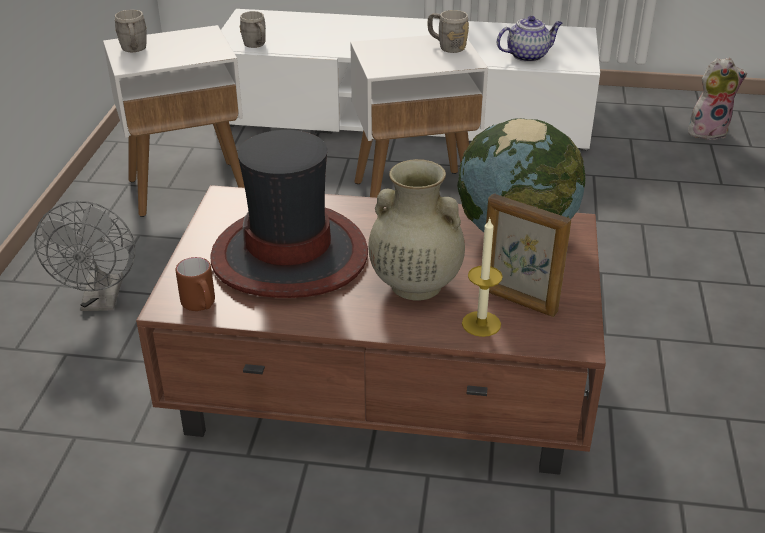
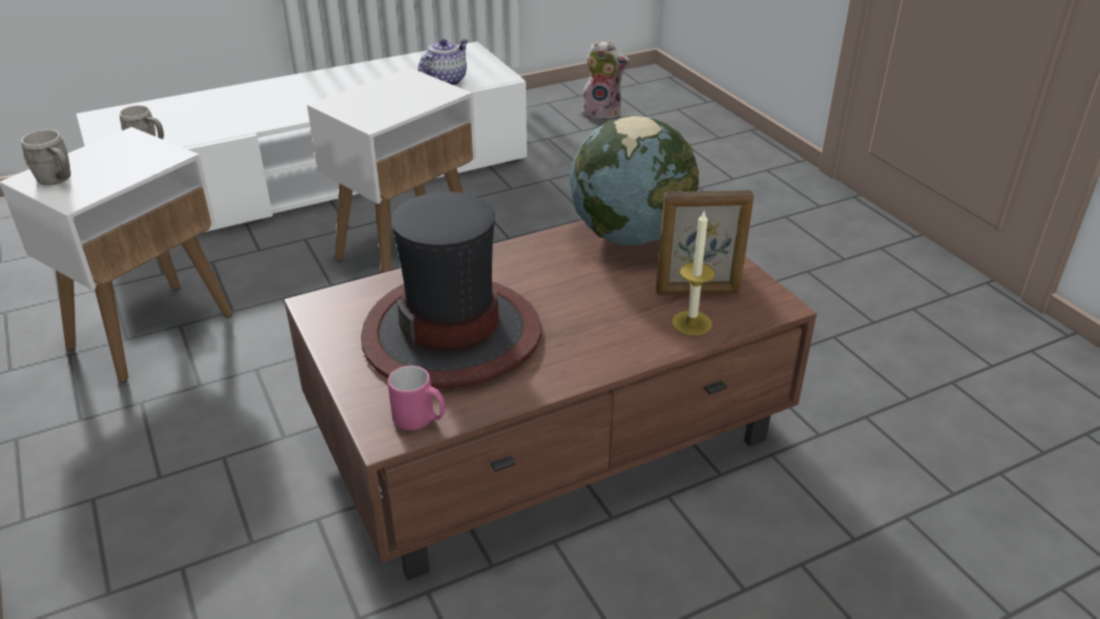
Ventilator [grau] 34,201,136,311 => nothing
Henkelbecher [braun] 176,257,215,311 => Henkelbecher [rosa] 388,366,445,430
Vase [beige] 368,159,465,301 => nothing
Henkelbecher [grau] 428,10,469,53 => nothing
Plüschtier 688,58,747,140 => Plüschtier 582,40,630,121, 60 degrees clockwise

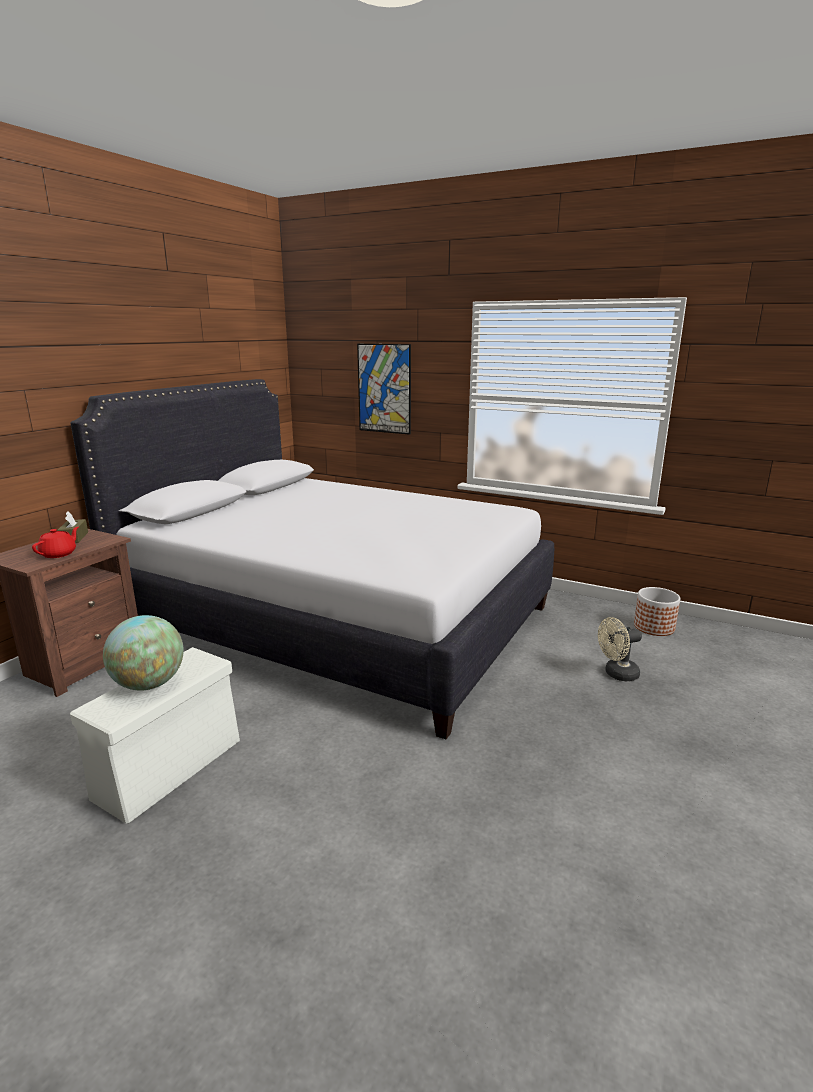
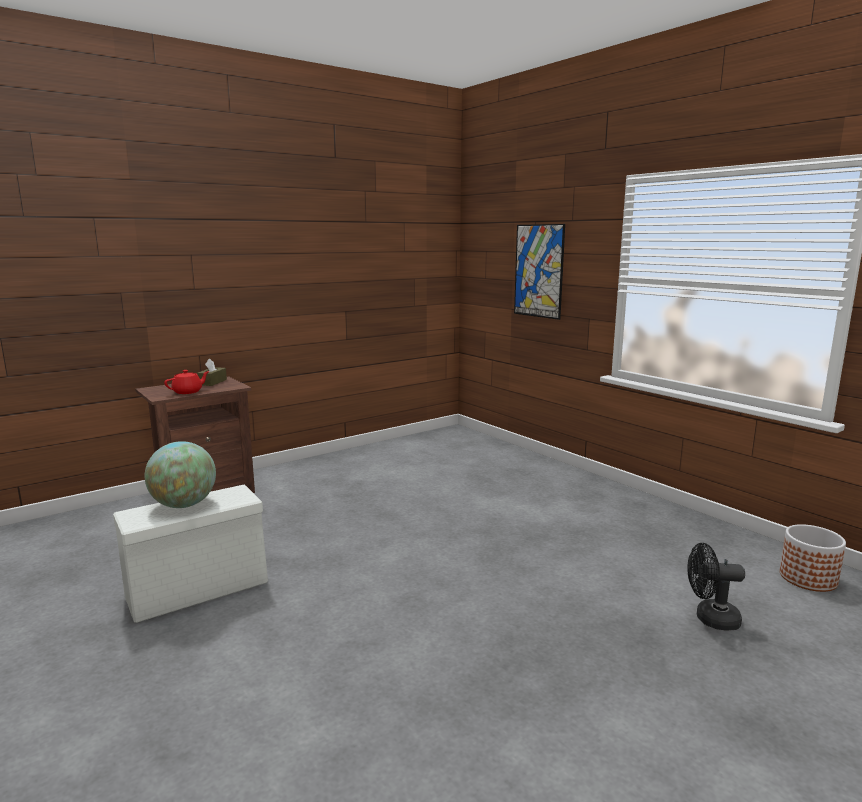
Bett [weiß] 70,379,554,739 => nothing
Ventilator [beige] 598,617,642,681 => Ventilator [schwarz] 687,543,745,631

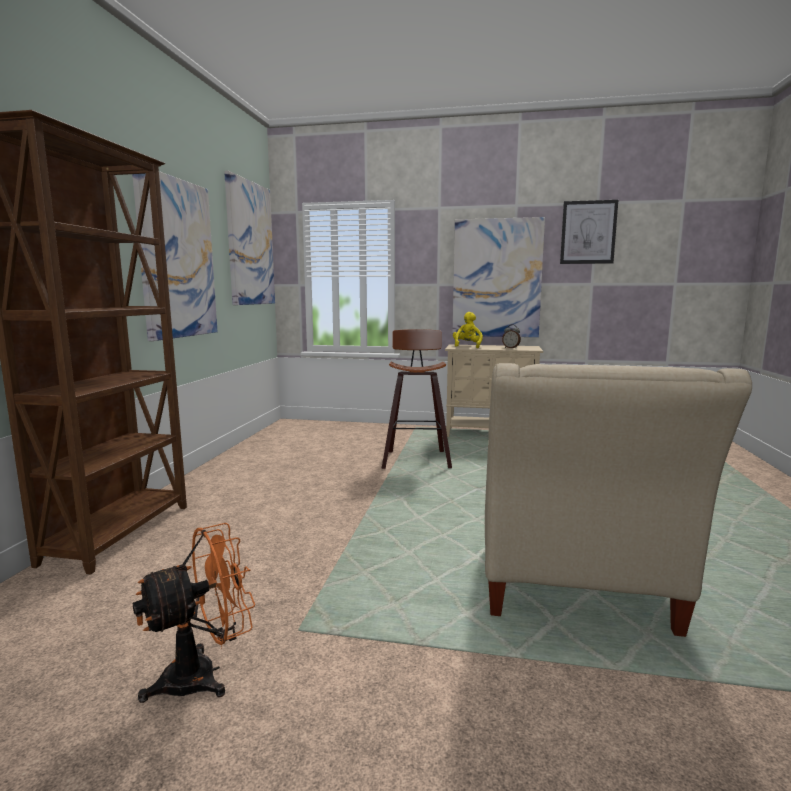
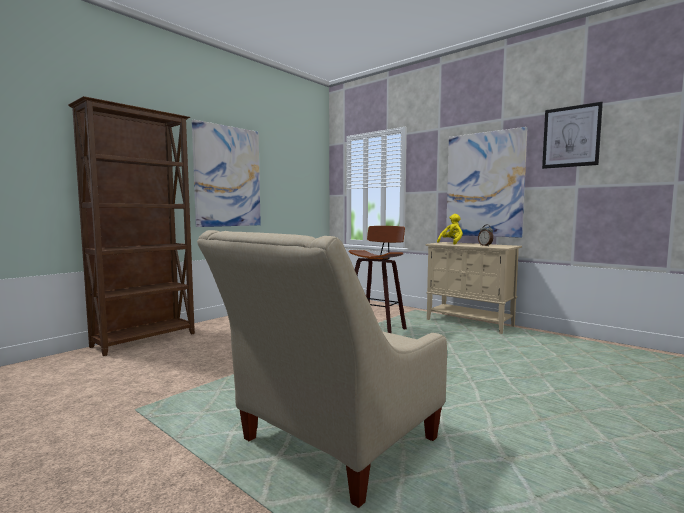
Ventilator [orange] 133,523,255,703 => nothing
Bild 224,171,275,305 => nothing

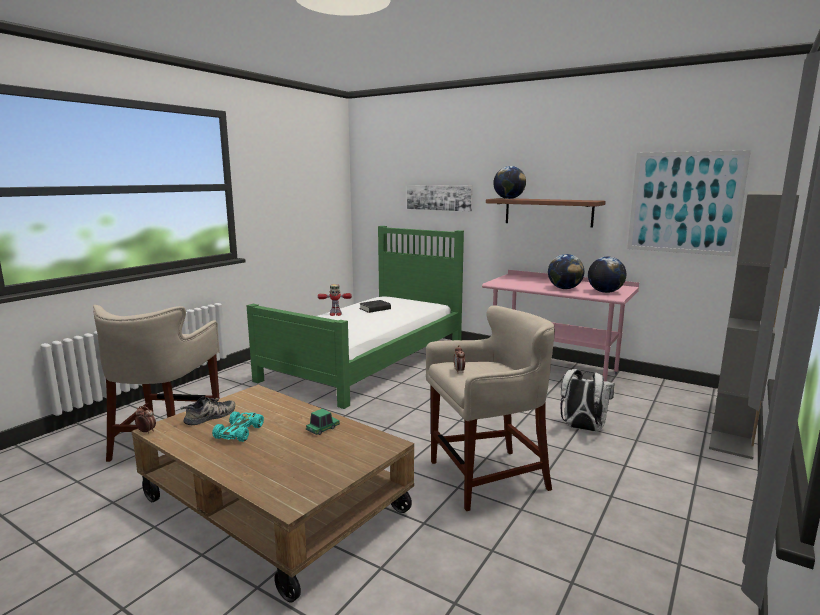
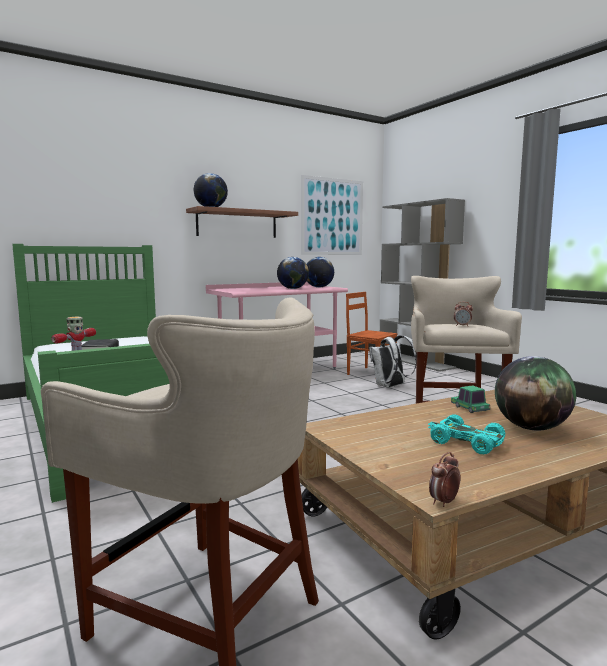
Schuh 180,397,235,425 => nothing
Bild 407,185,472,211 => nothing
nothing => Stuhl [braun] 346,292,398,375
nothing => Globus 495,356,576,431

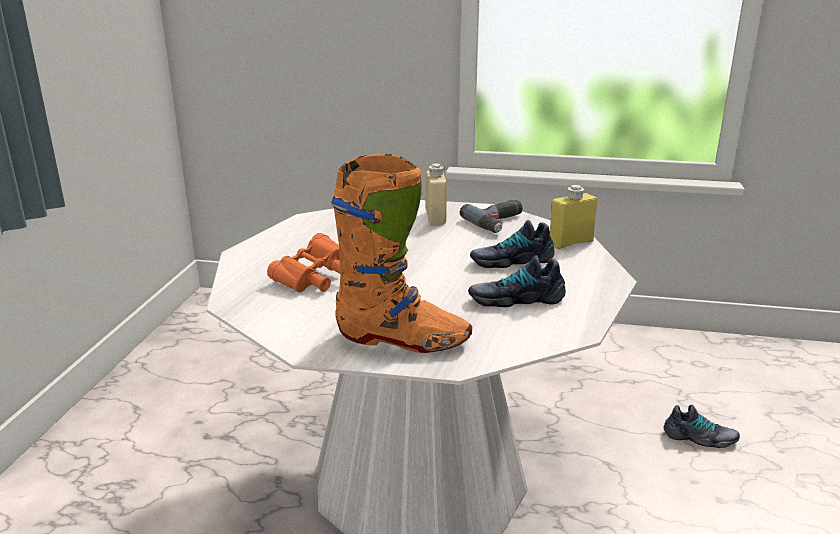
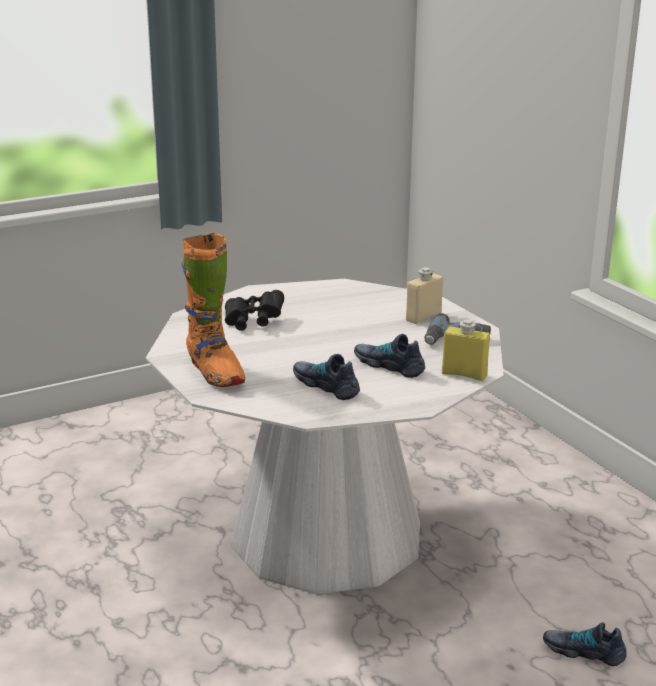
Fernglas [orange] 267,233,341,292 => Fernglas [schwarz] 225,290,284,331
Schuh 663,405,740,448 => Schuh 543,622,627,666, 135 degrees clockwise

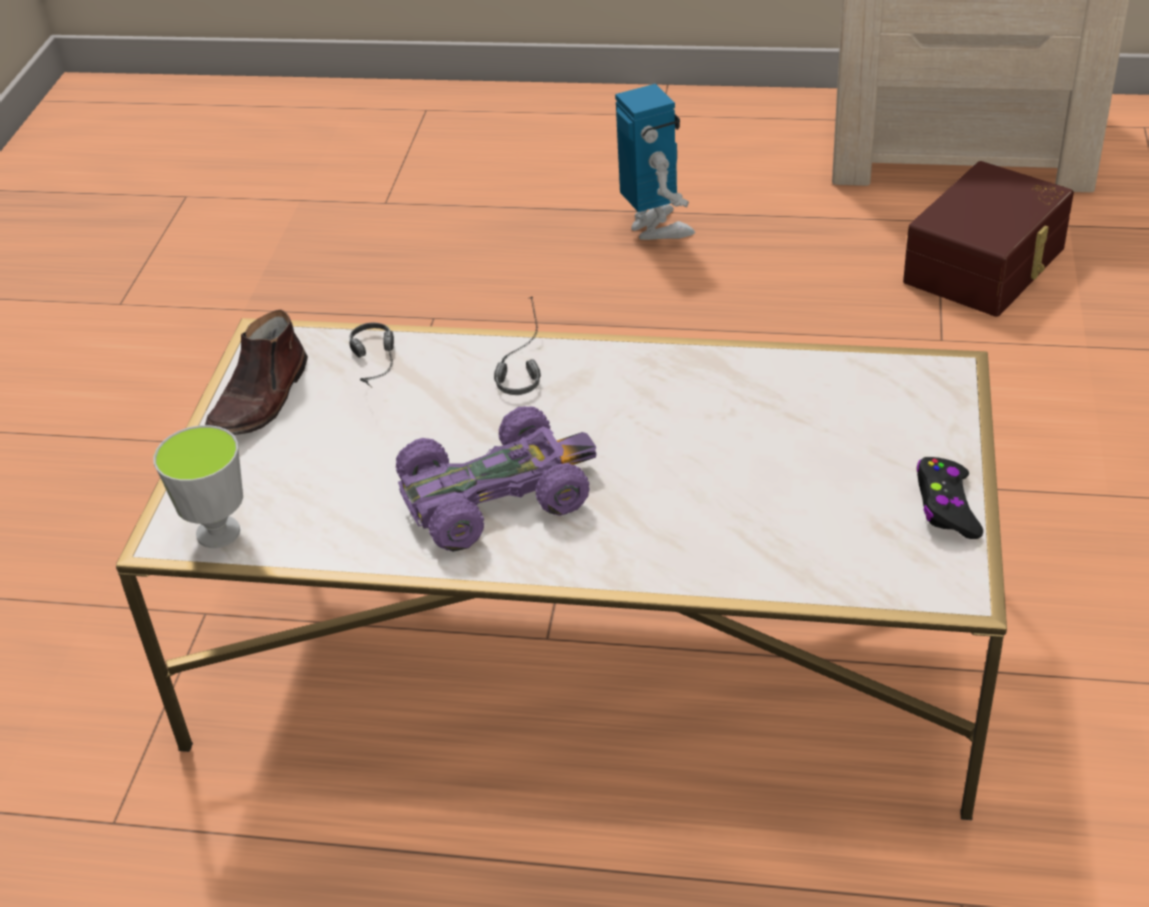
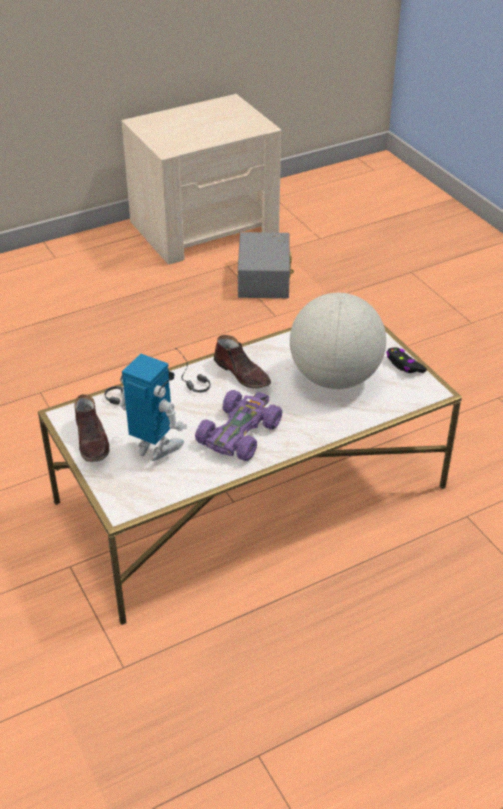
Tasse 153,425,243,548 => nothing
Spielzeugroboter 615,84,695,240 => Spielzeugroboter 119,354,187,461, relocated
Aufbewahrungsbox [braun] 903,161,1074,317 => Aufbewahrungsbox [grau] 238,232,294,298
nothing => Schuh [braun] 214,335,271,389
nothing => Globus 290,293,386,389

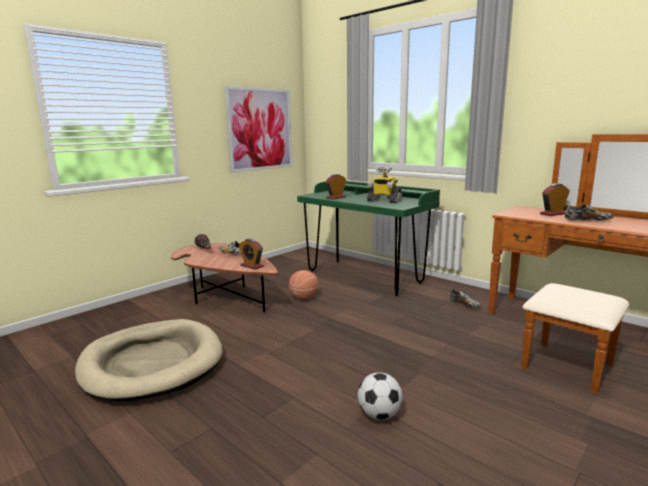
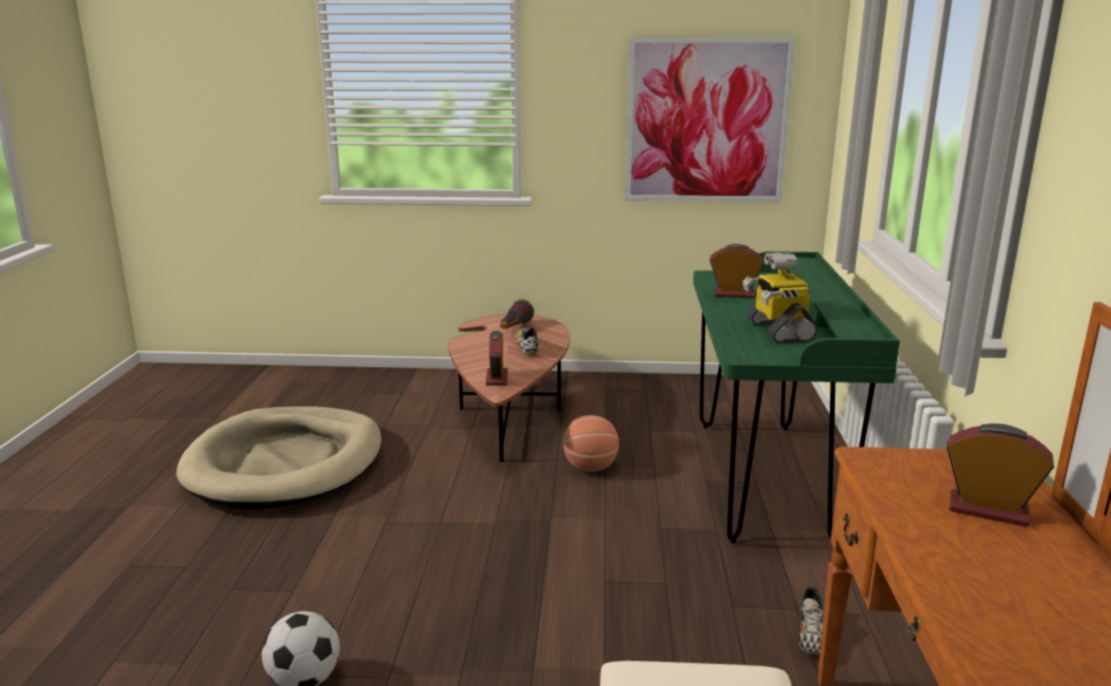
Schuh 565,204,614,221 => nothing

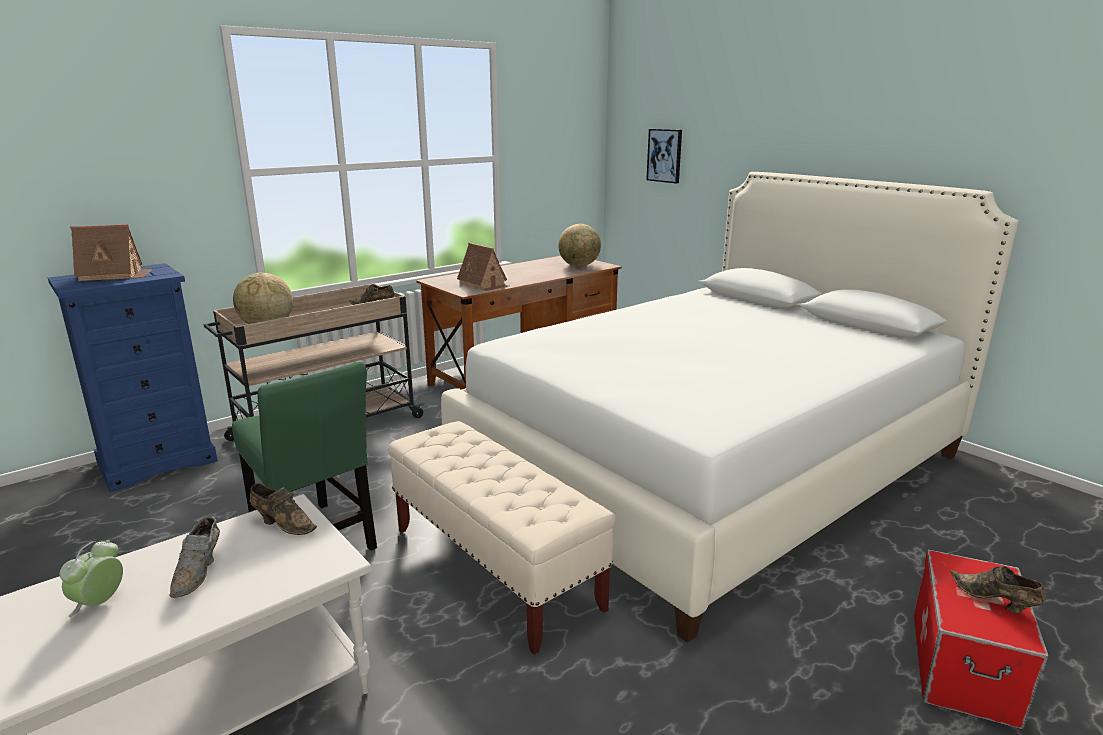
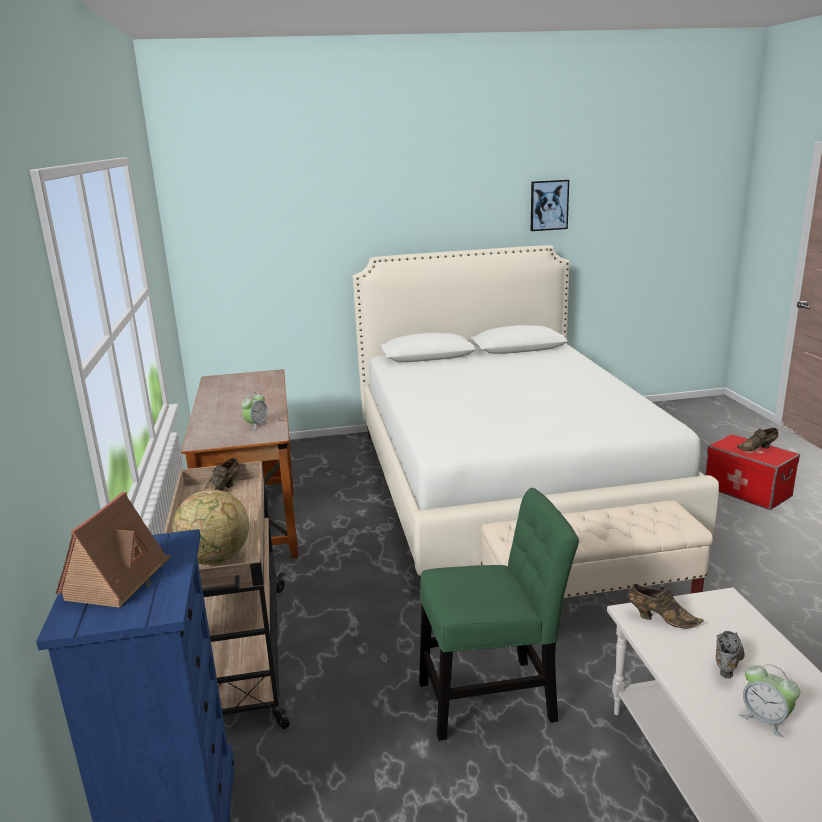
Schuh [grau] 169,516,220,598 => Schuh [grau] 716,631,745,679, 90 degrees counterclockwise
Schuh [braun] 250,483,317,535 => Schuh [braun] 628,584,704,628, 60 degrees clockwise
Spielzeughaus 457,242,510,291 => Wecker 241,392,269,430
Globus 558,224,601,267 => nothing
Bild 646,129,682,184 => Bild 531,180,569,231, relocated

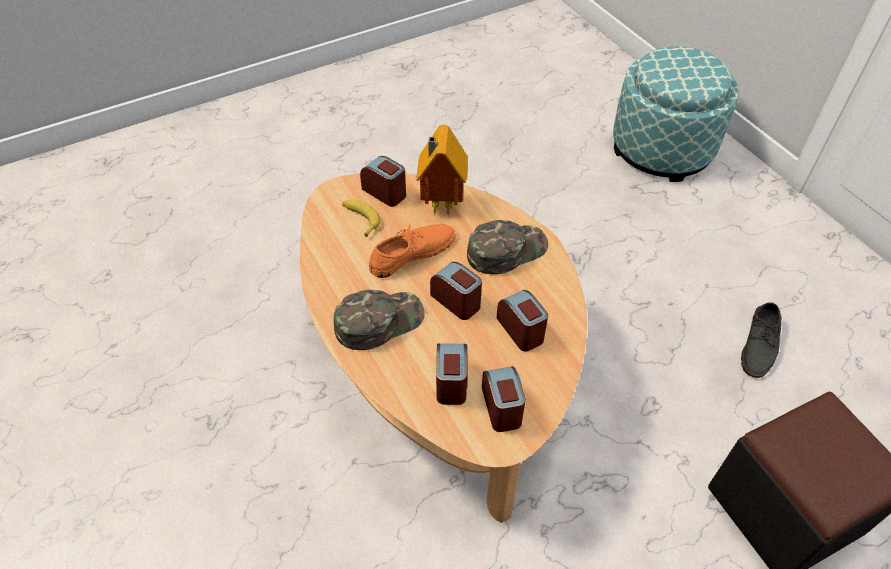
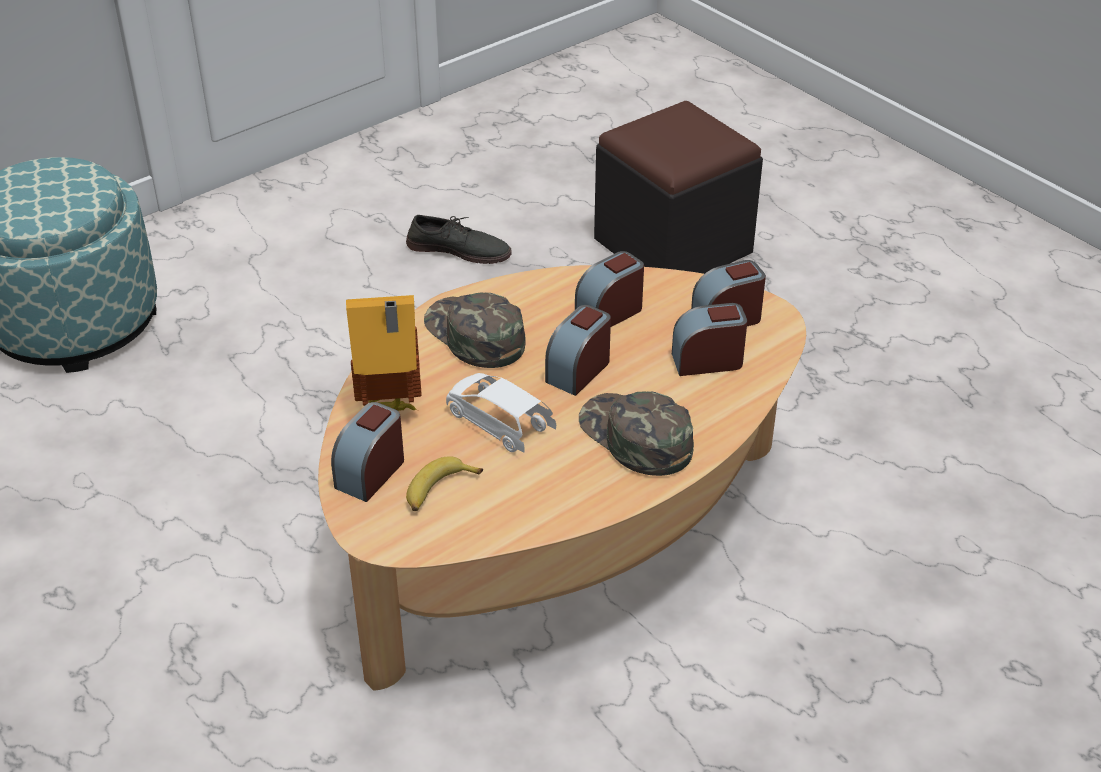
Schuh [orange] 369,224,456,278 => Spielzeugauto [weiß] 446,373,556,453

